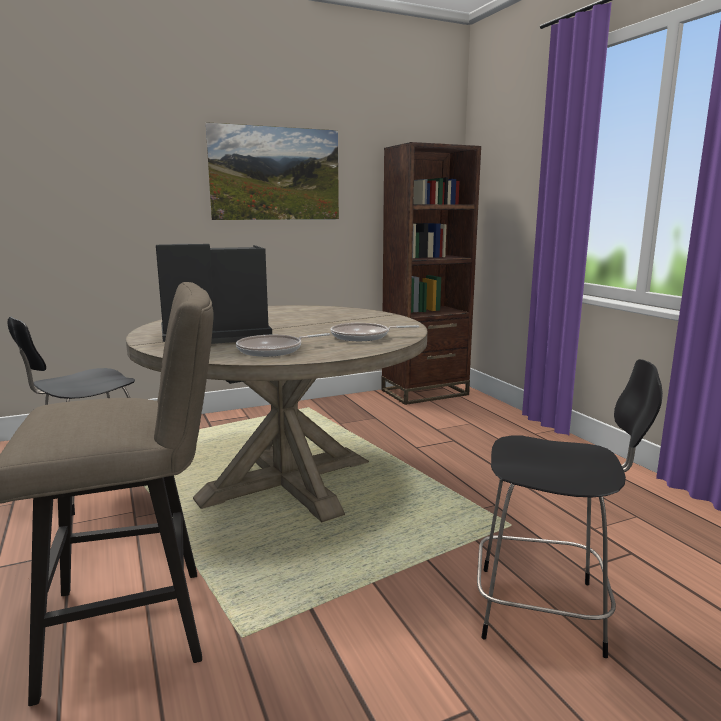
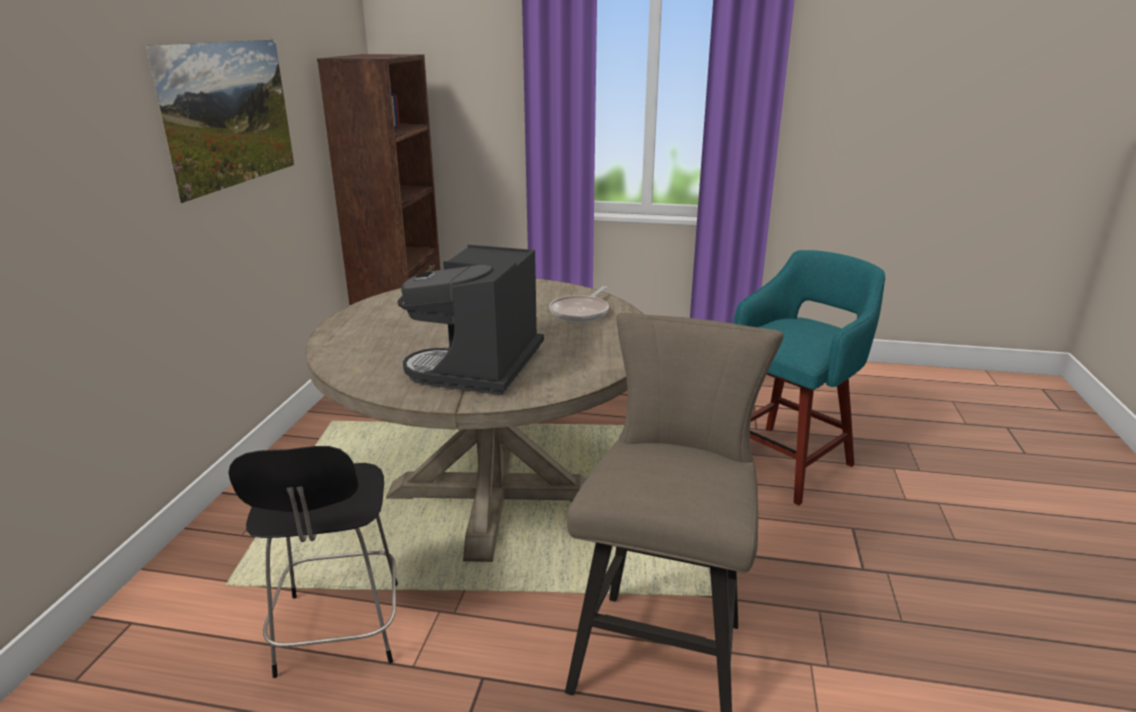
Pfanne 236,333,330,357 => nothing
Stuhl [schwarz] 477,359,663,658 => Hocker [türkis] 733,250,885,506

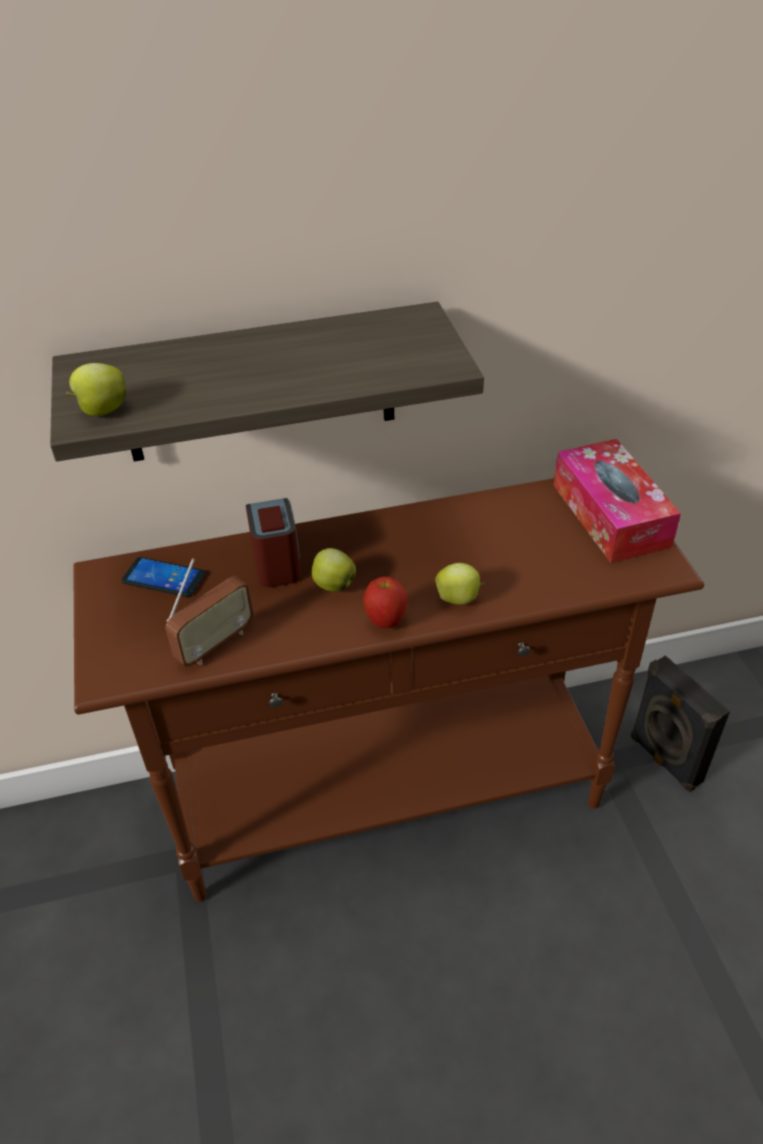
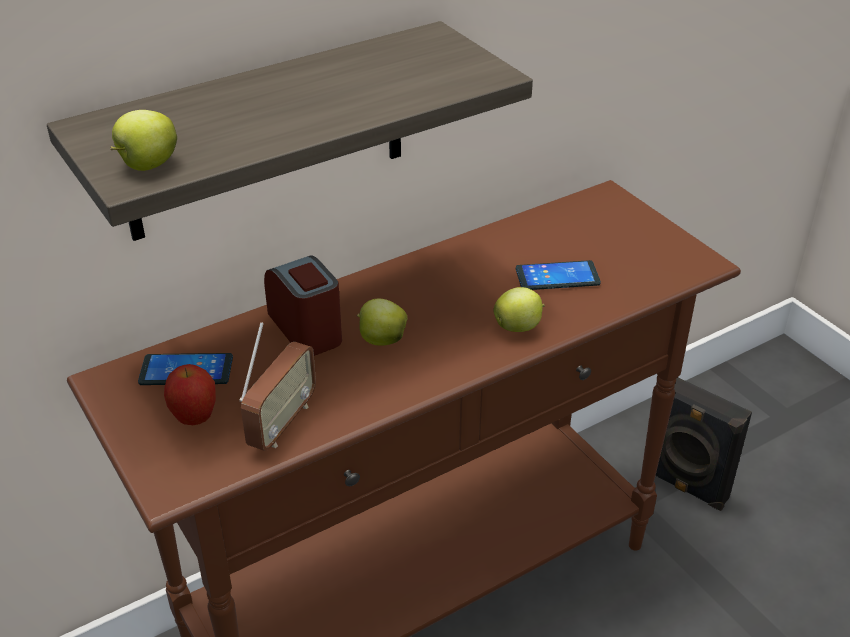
Apfel 363,576,408,629 => Apfel 164,364,216,425, relocated
Taschentuchbox 554,439,681,563 => nothing
nothing => Handy 516,260,601,290

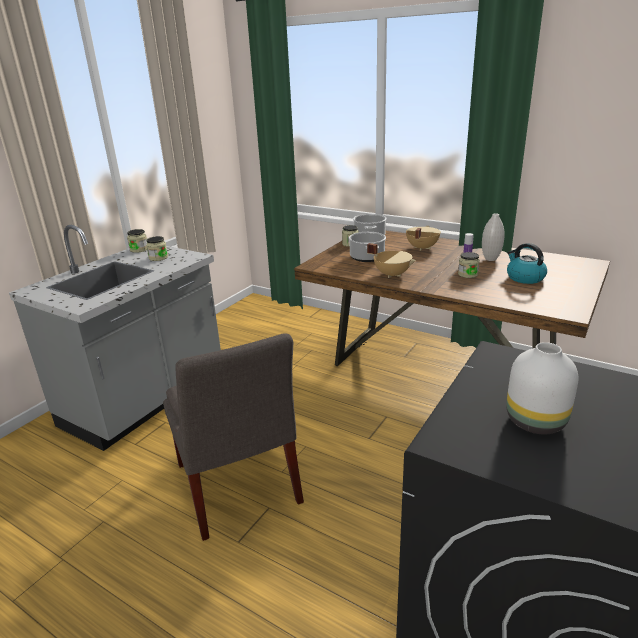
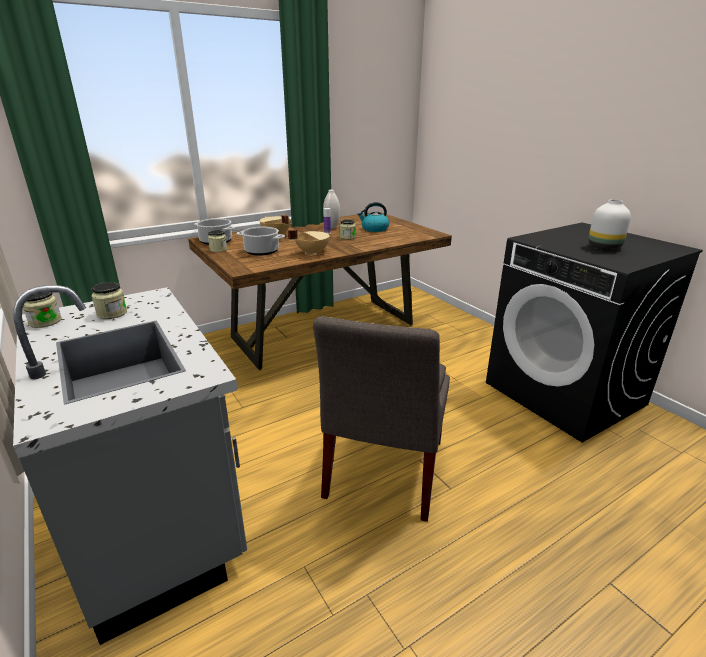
Stuhl [grau] 163,333,304,541 => Stuhl [grau] 313,316,450,522, 105 degrees clockwise

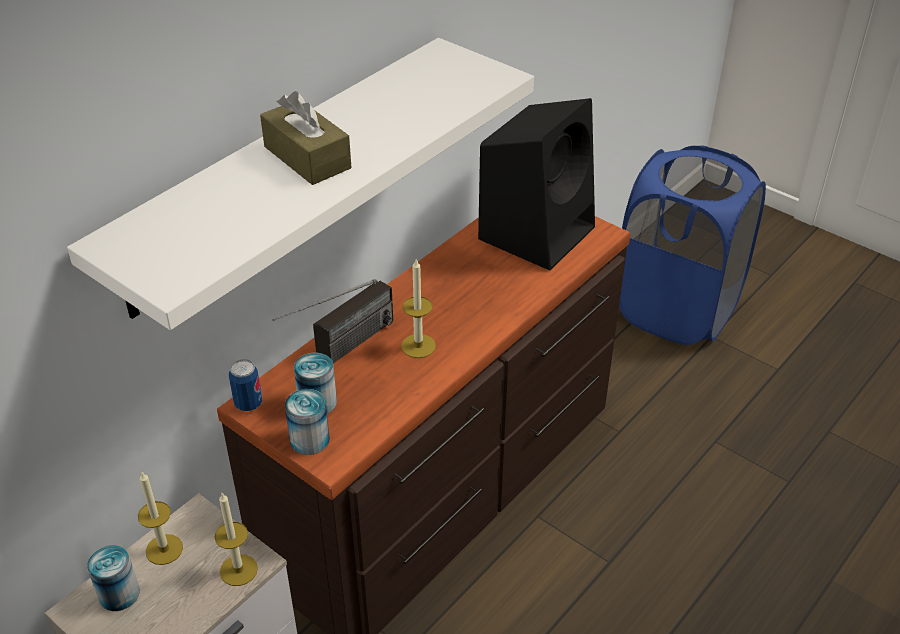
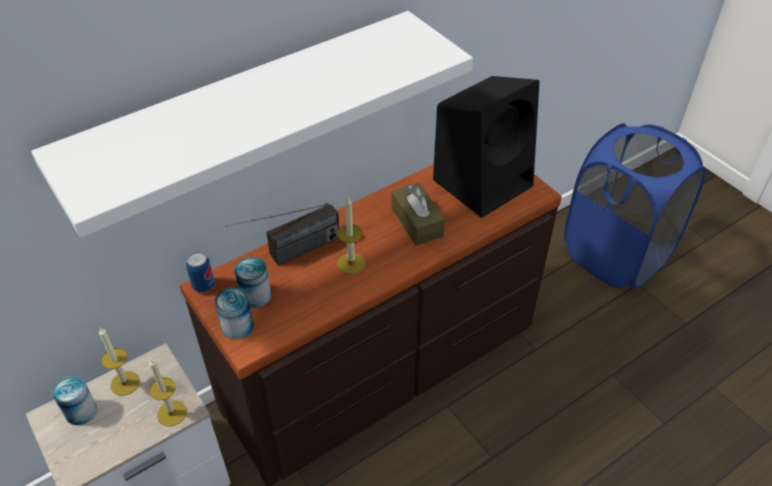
Taschentuchbox [braun] 260,91,351,185 => Taschentuchbox [braun] 392,183,445,246, relocated

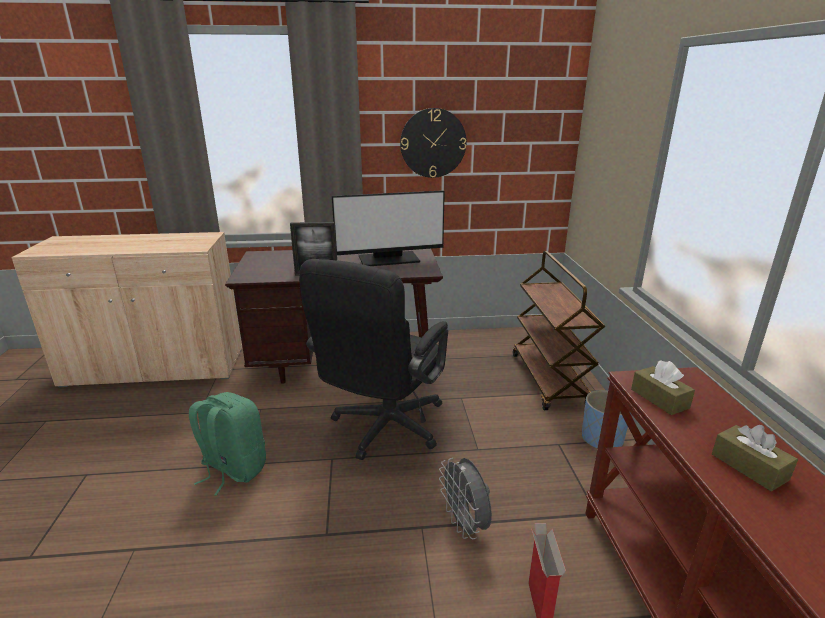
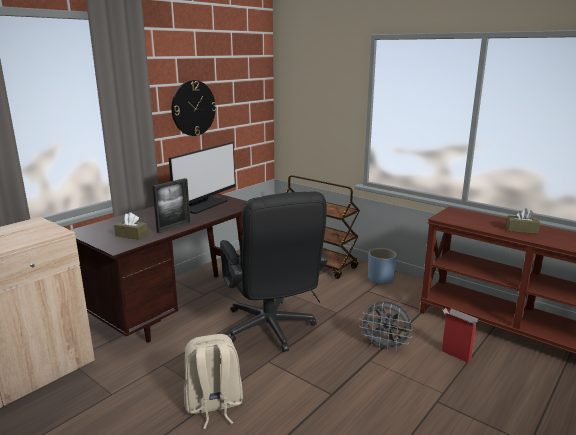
Rucksack [grün] 189,392,266,496 => Rucksack [beige] 184,334,243,429
Taschentuchbox [braun] 631,360,695,415 => Taschentuchbox [braun] 114,212,148,240, relocated

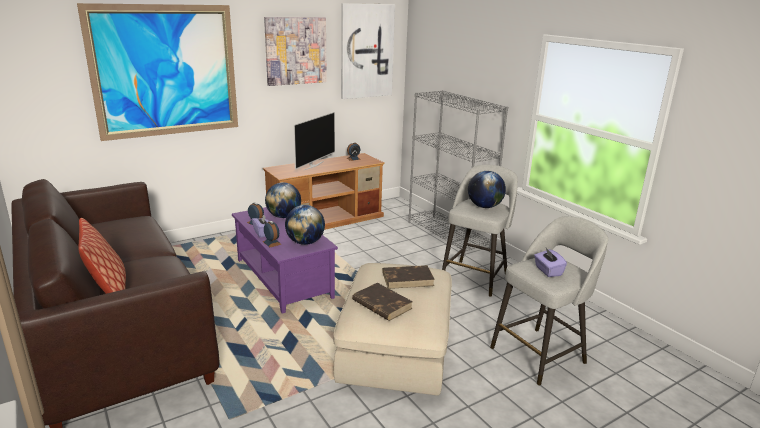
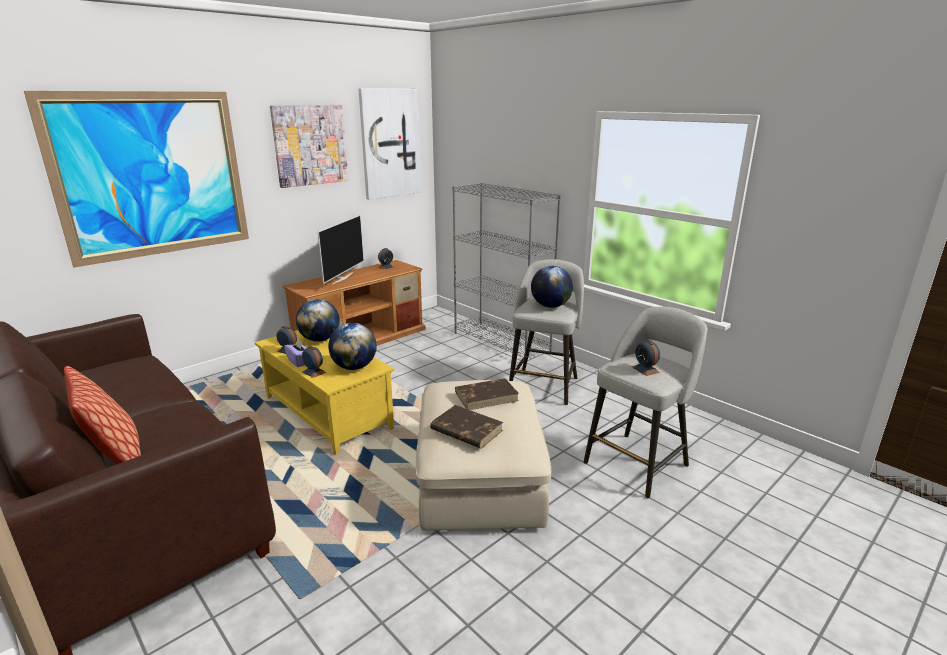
Couchtisch [lila] 232,207,338,314 => Couchtisch [gelb] 255,330,394,455
Taschentuchbox [lila] 534,248,567,277 => Wecker 632,340,660,376

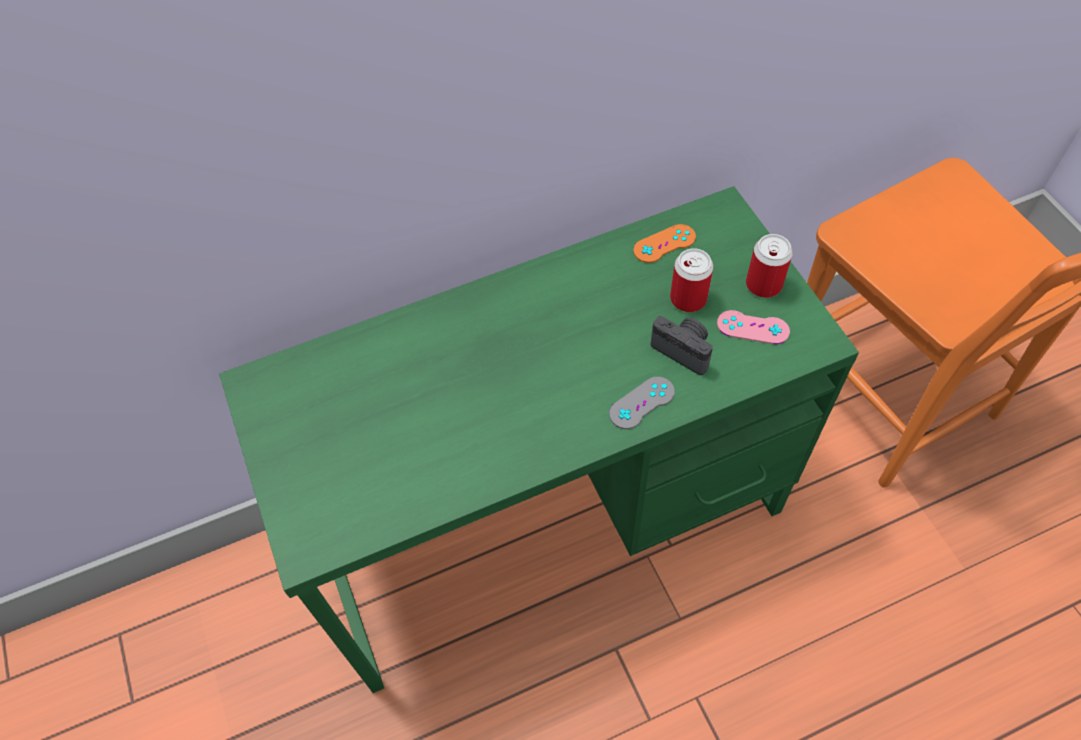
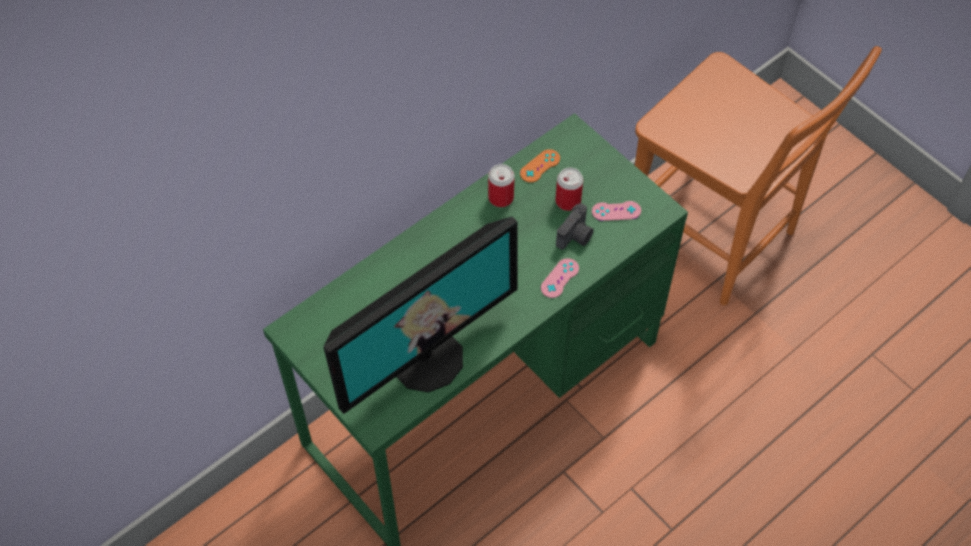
Gamepad [grau] 609,377,675,429 => Gamepad [rosa] 541,258,579,298
Kamera 651,316,713,375 => Kamera 556,203,594,250, 105 degrees clockwise
Dose 746,234,793,298 => Dose 488,164,515,207, relocated
nothing => Monitor 323,216,518,414

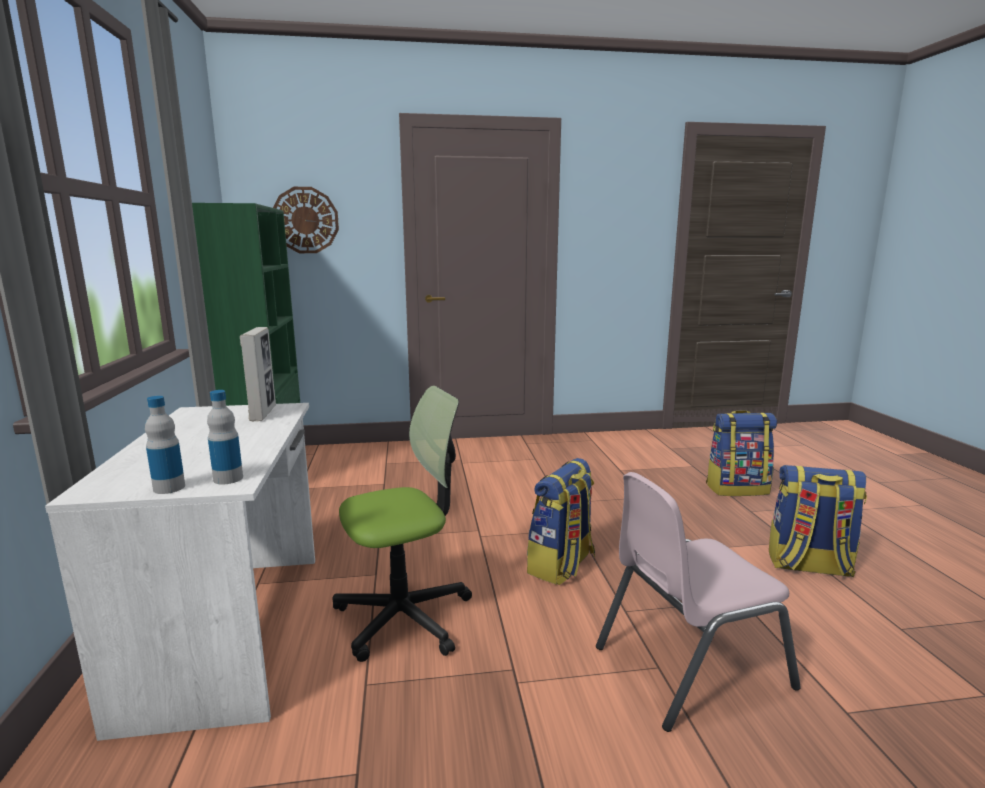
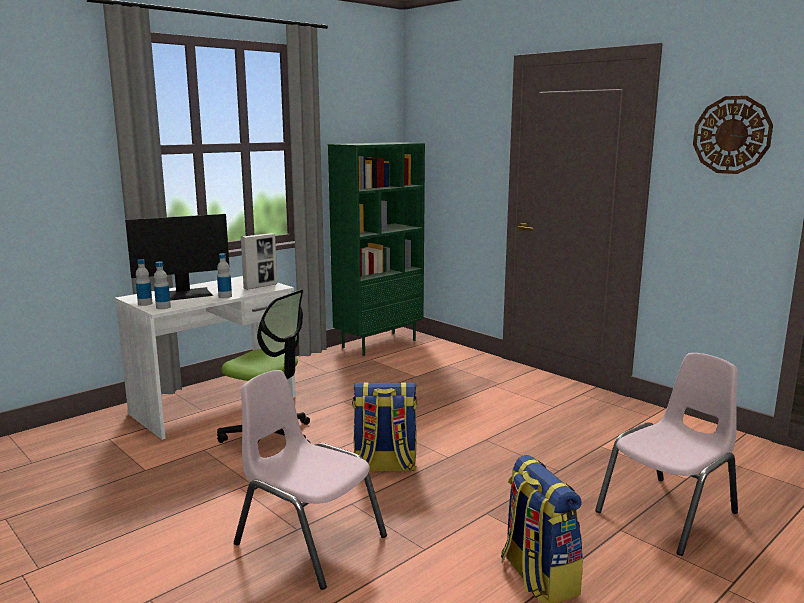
Wanduhr 273,187,339,253 => Wanduhr 693,96,773,174, relocated
Rucksack 706,410,777,496 => Stuhl [rosa] 595,353,738,556
nothing => Monitor 125,214,230,301
nothing => Flasche 217,253,232,298

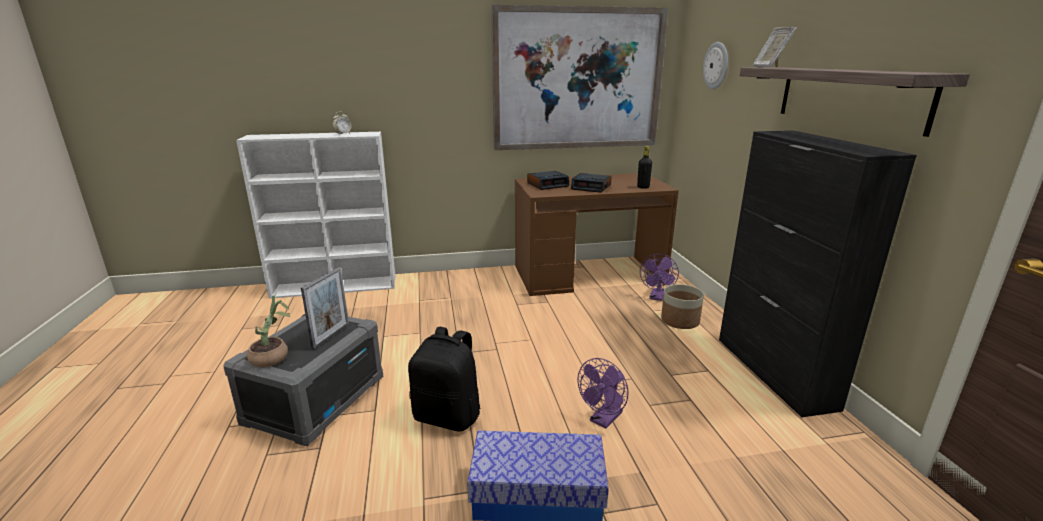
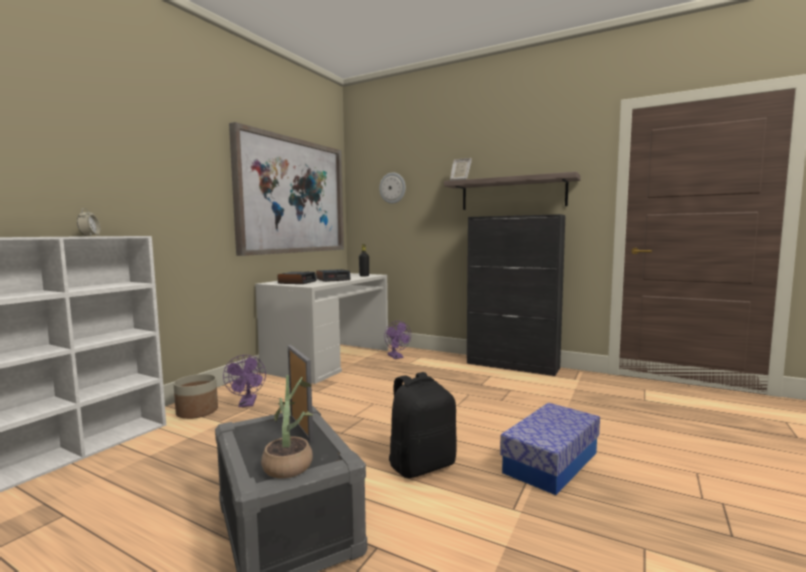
Schreibtisch [braun] 515,173,679,296 => Schreibtisch [weiß] 255,273,388,384
Ventilator [lila] 577,358,629,428 => Ventilator [lila] 223,355,266,407, relocated
Pflanzkübel 661,284,704,329 => Pflanzkübel 174,374,218,419, relocated

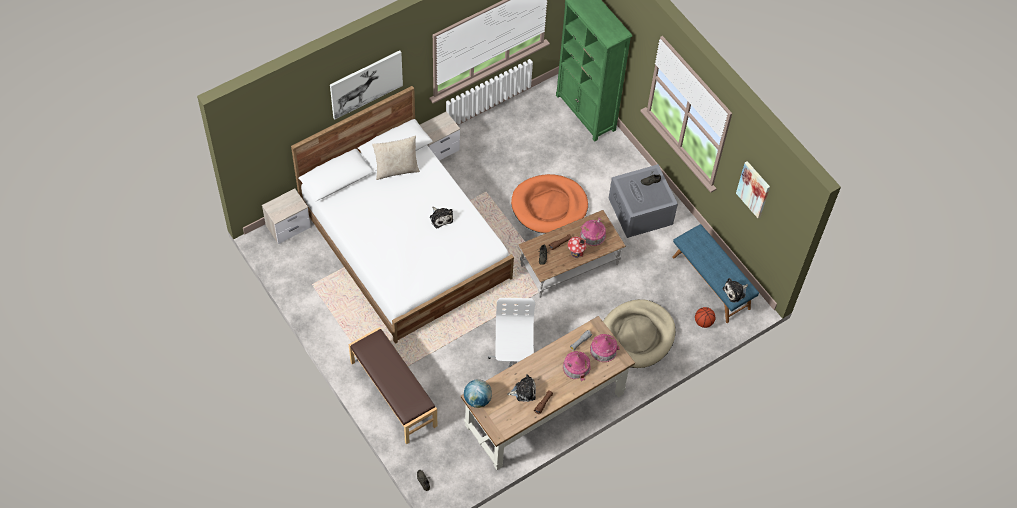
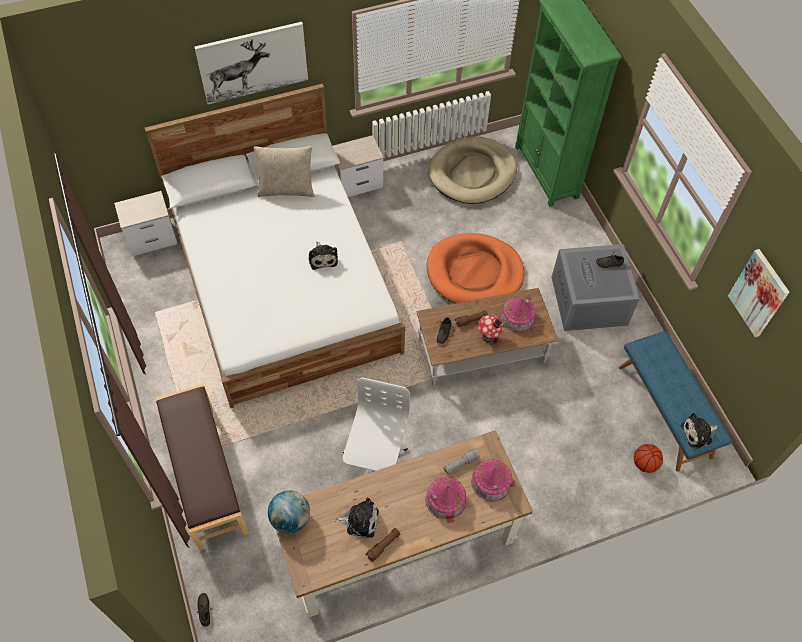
Hundebett [beige] 603,299,676,368 => Hundebett [beige] 428,136,517,204, relocated

